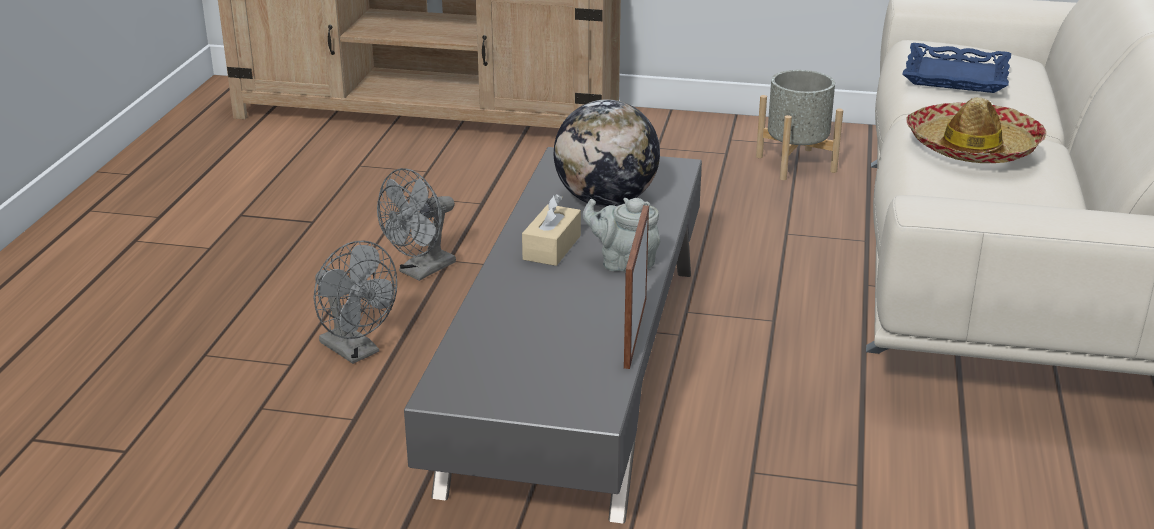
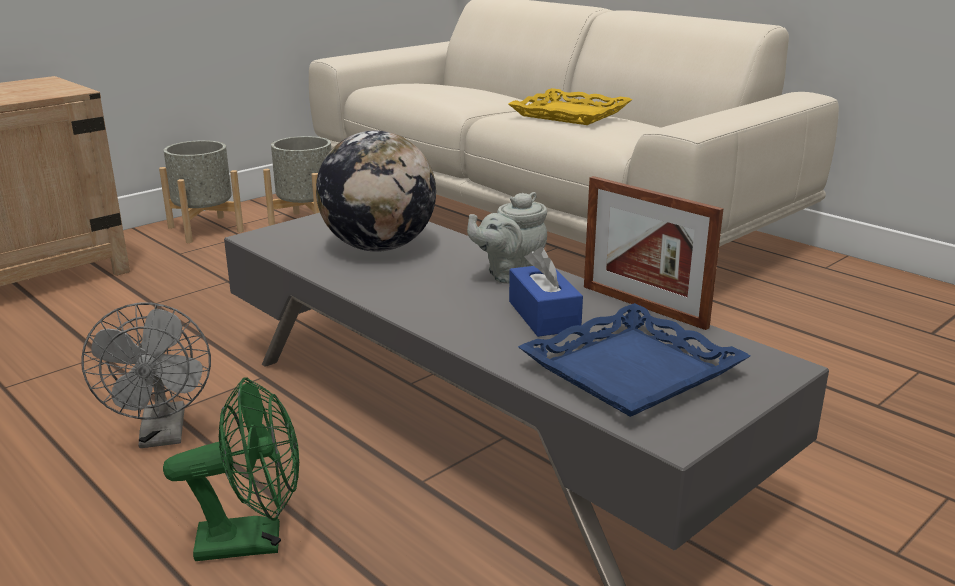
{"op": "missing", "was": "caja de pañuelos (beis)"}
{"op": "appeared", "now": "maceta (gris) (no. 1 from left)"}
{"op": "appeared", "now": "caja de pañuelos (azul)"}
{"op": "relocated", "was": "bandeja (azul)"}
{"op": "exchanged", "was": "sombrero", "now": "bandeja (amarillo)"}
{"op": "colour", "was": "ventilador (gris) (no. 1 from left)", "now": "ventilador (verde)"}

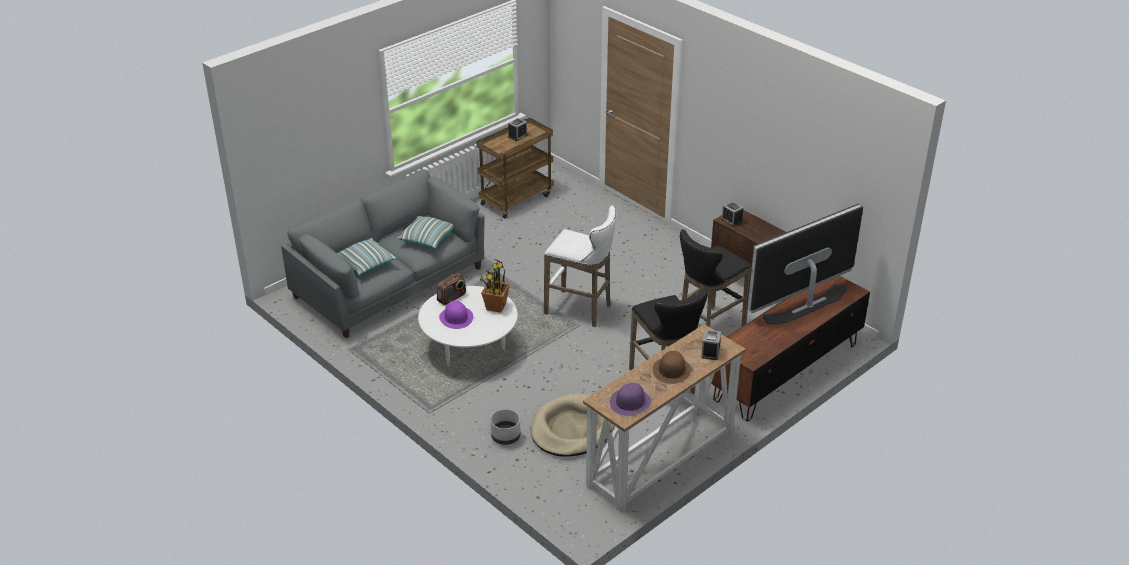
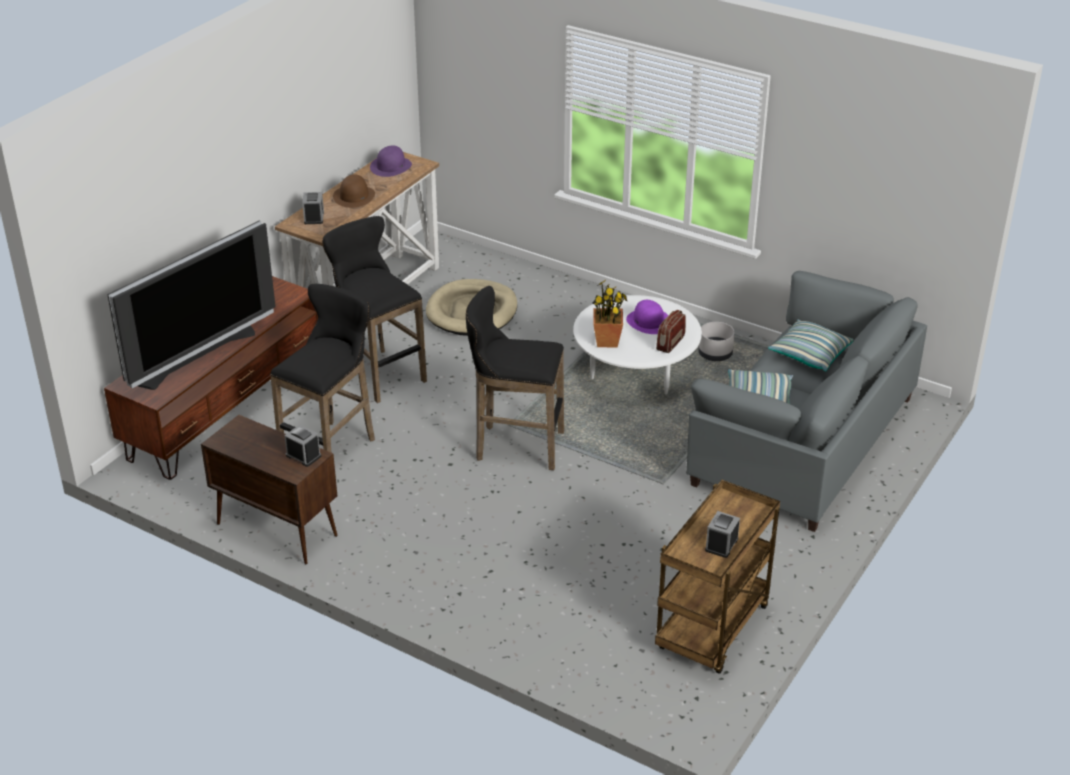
{"op": "relocated", "was": "maceta (gris)"}
{"op": "colour", "was": "taburete (blanco)", "now": "taburete (negro) (no. 3 from left)"}

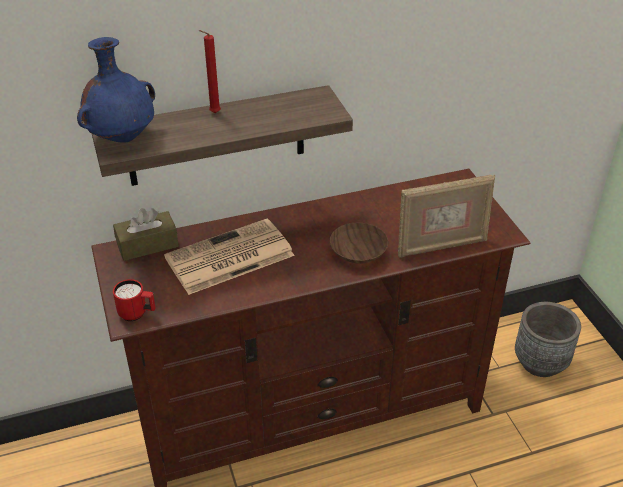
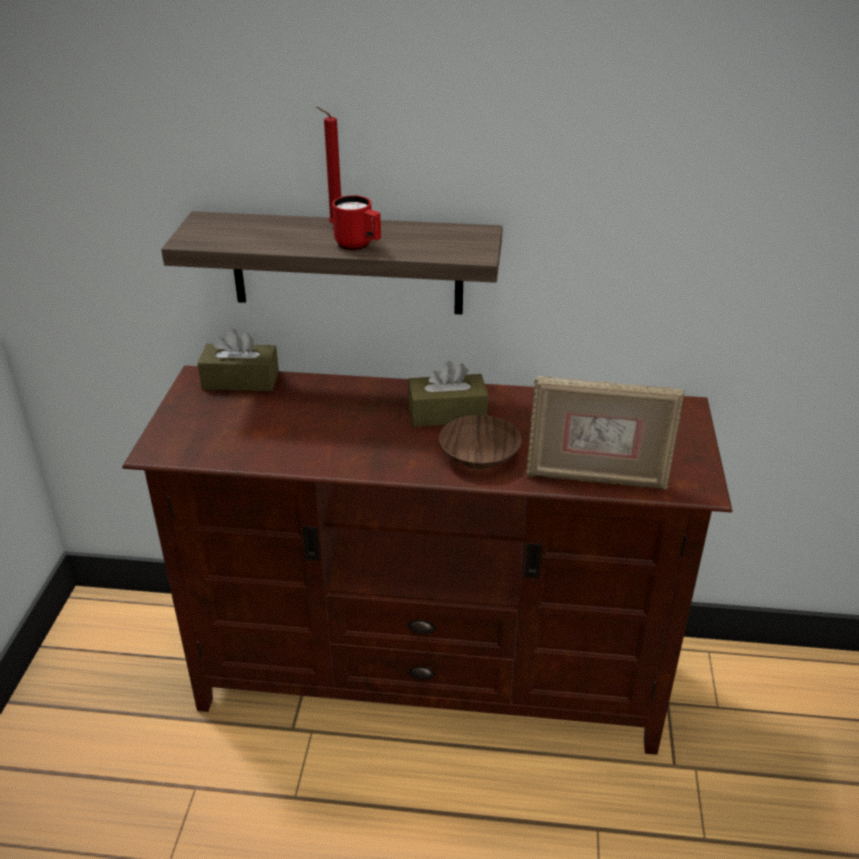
{"op": "missing", "was": "florero (azul)"}
{"op": "missing", "was": "periódico"}
{"op": "missing", "was": "maceta (gris)"}
{"op": "appeared", "now": "caja de pañuelos (marrón) (no. 2 from left)"}
{"op": "relocated", "was": "taza grande (rojo)"}

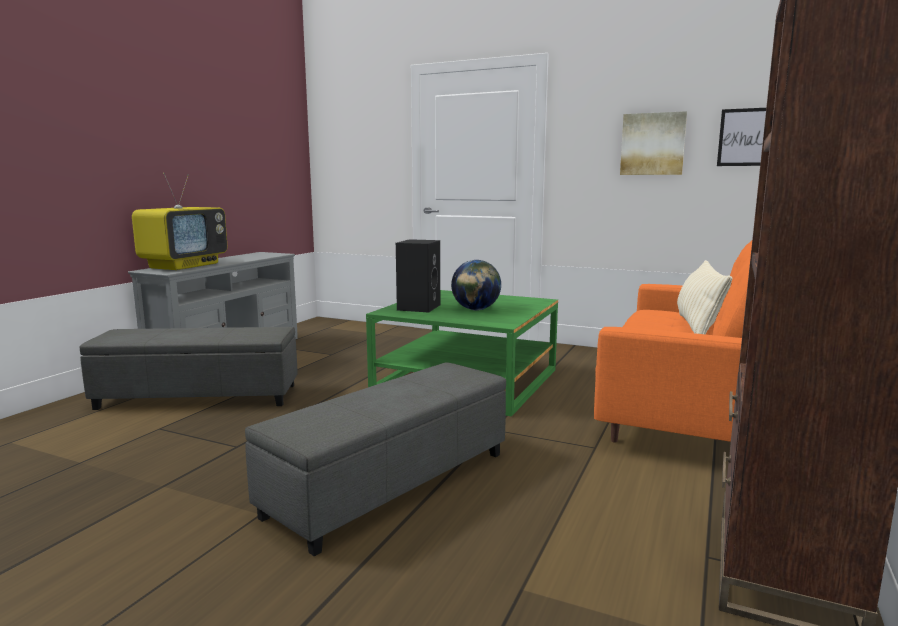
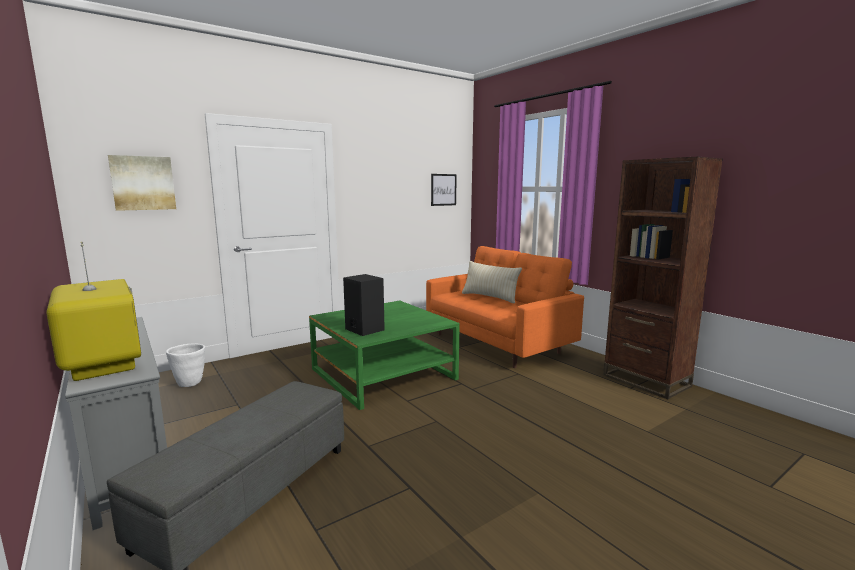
{"op": "missing", "was": "puf (gris) (no. 2 from left)"}
{"op": "missing", "was": "globo terráqueo"}
{"op": "appeared", "now": "maceta (blanco)"}
{"op": "relocated", "was": "cuadro (no. 1 from left)"}

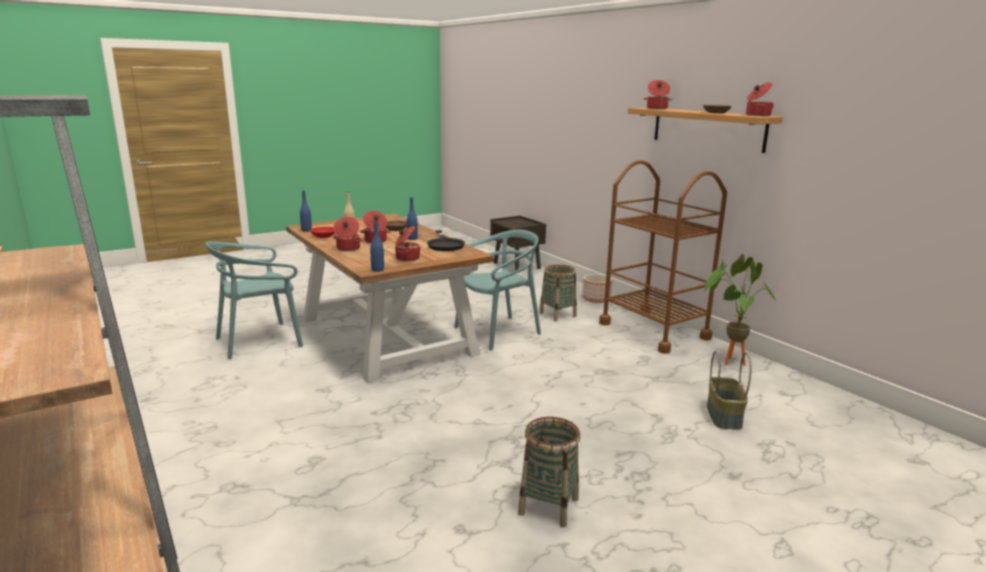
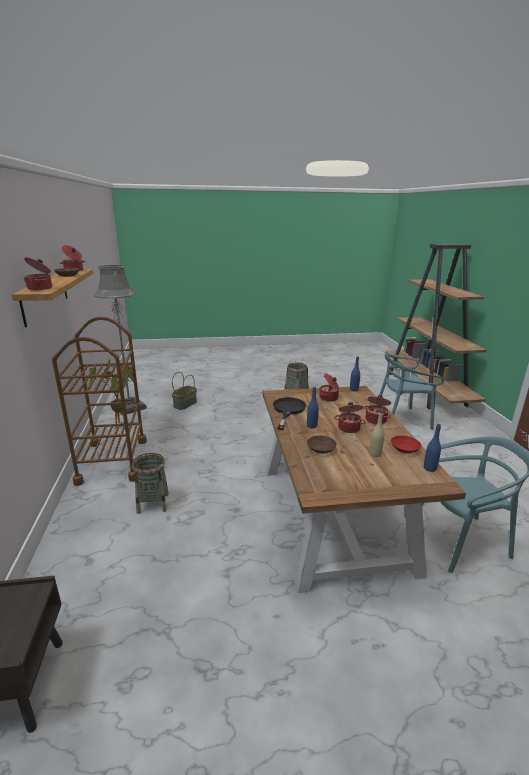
{"op": "missing", "was": "maceta"}
{"op": "appeared", "now": "lámpara de pie (gris)"}
{"op": "relocated", "was": "silla (turquesa) (no. 2 from left in the first image)", "now": "silla (turquesa) (no. 1 from left)"}

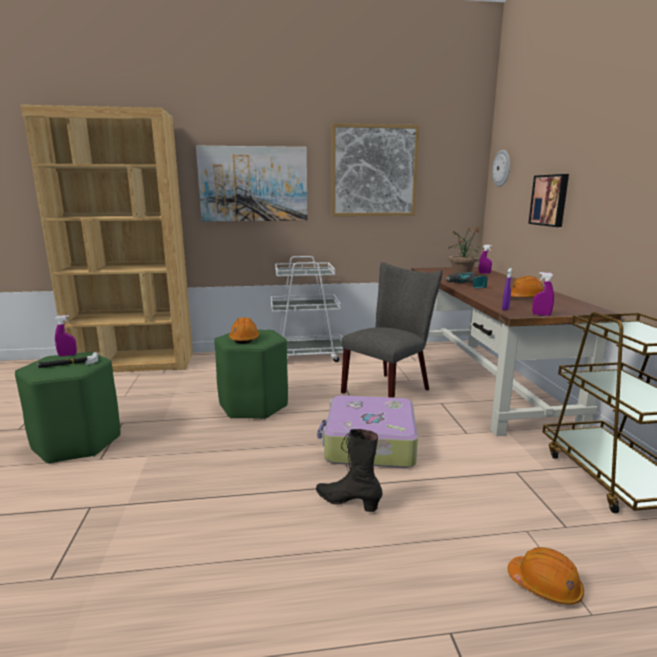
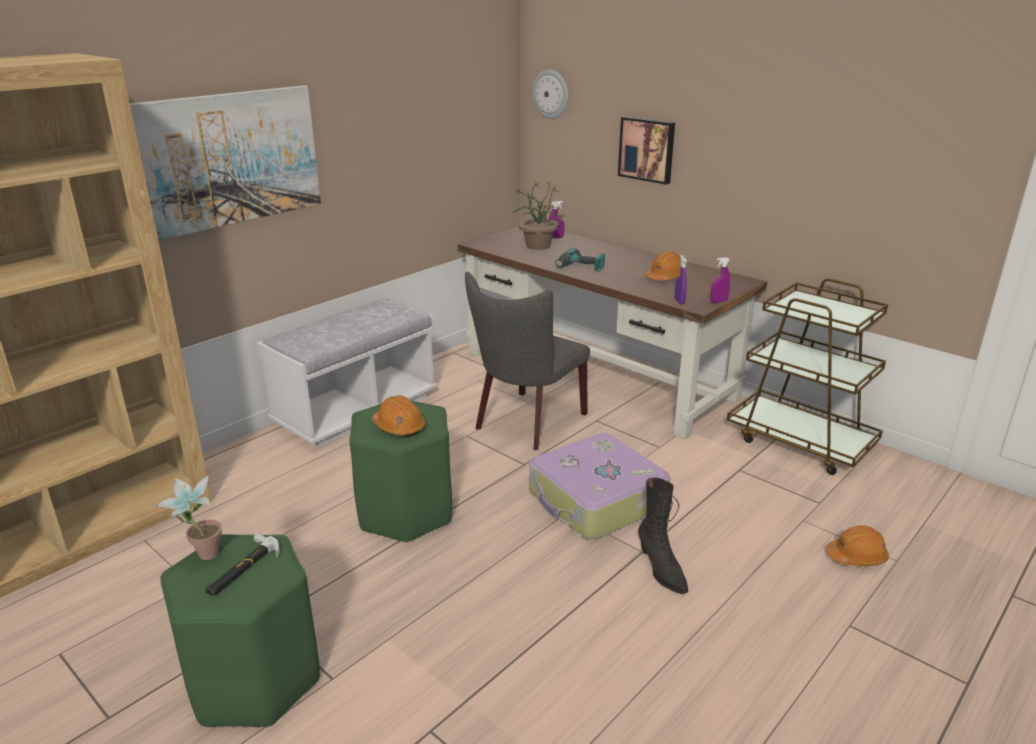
{"op": "missing", "was": "cuadro (no. 2 from left)"}
{"op": "exchanged", "was": "pulverizador (morado) (no. 1 from left)", "now": "planta en maceta (no. 1 from left)"}
{"op": "exchanged", "was": "carrito (blanco)", "now": "banco (blanco)"}
{"op": "spun", "was": "bota (negro)", "clockwise": -105}
{"op": "spun", "was": "silla (gris)", "clockwise": -150}

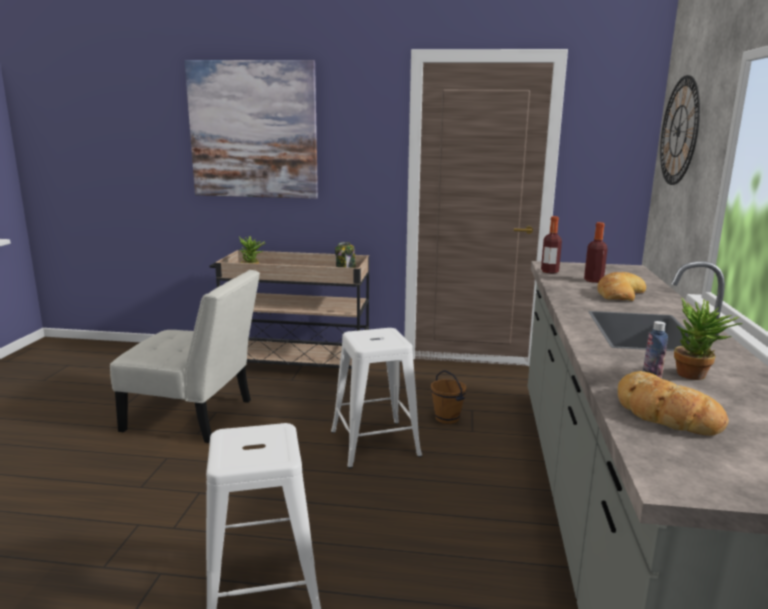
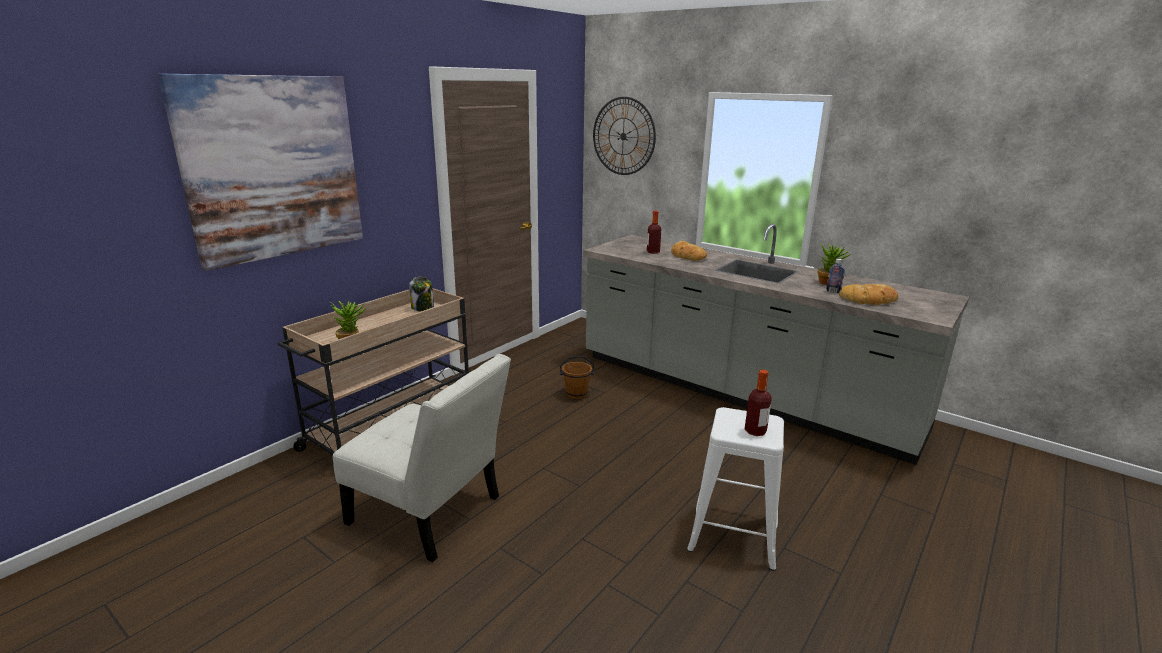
{"op": "missing", "was": "taburete (blanco) (no. 2 from left)"}
{"op": "relocated", "was": "botella (no. 1 from left in the first image)", "now": "botella (no. 2 from left)"}
{"op": "spun", "was": "silla (blanco)", "clockwise": 75}

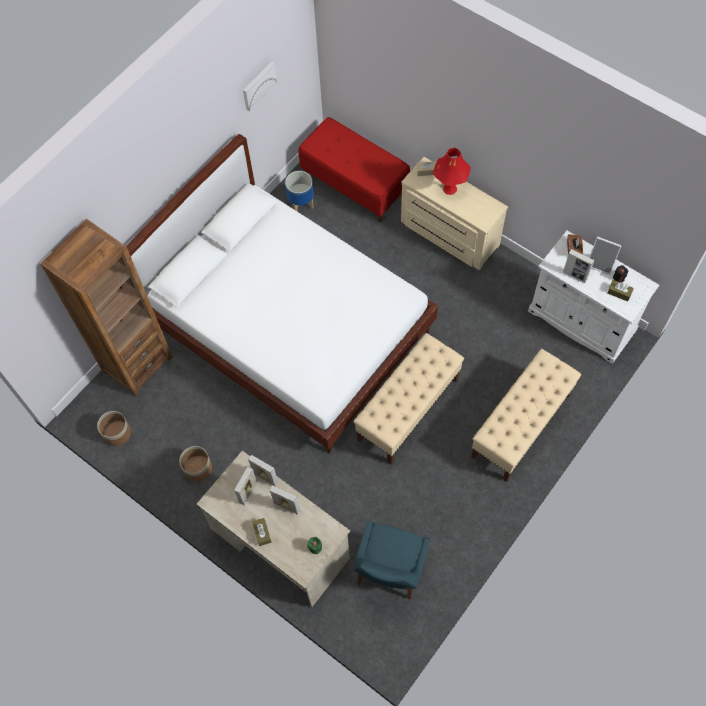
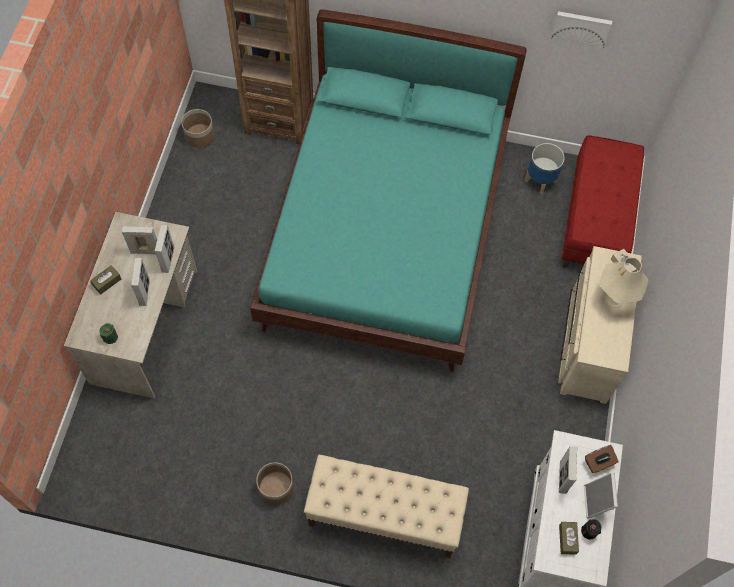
{"op": "missing", "was": "banco (beis) (no. 1 from left)"}
{"op": "missing", "was": "silla (azul)"}
{"op": "relocated", "was": "maceta (no. 2 from left)"}
{"op": "colour", "was": "cama (blanco)", "now": "cama (turquesa)"}
{"op": "colour", "was": "lámpara de mesa (rojo)", "now": "lámpara de mesa (beis)"}

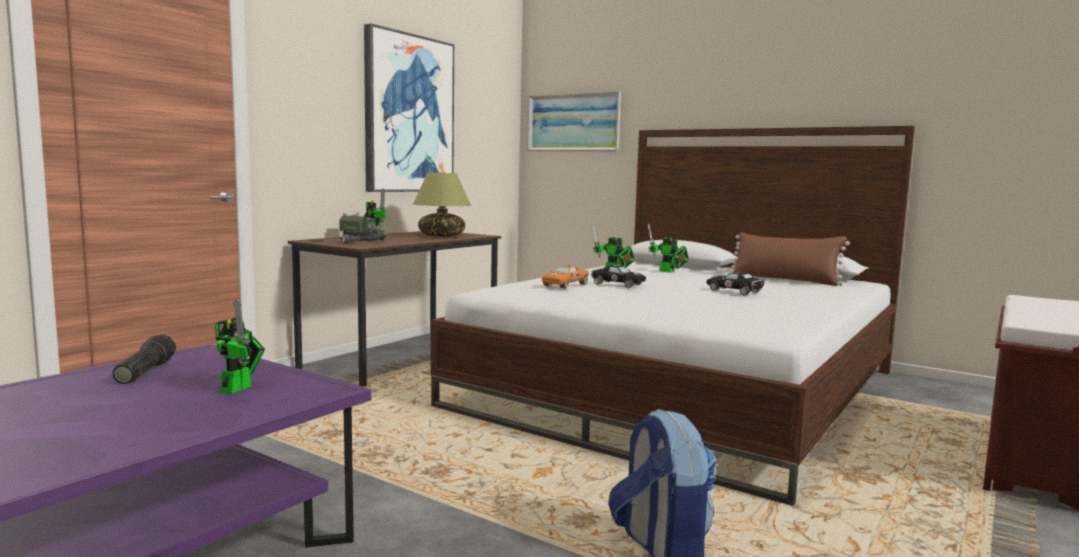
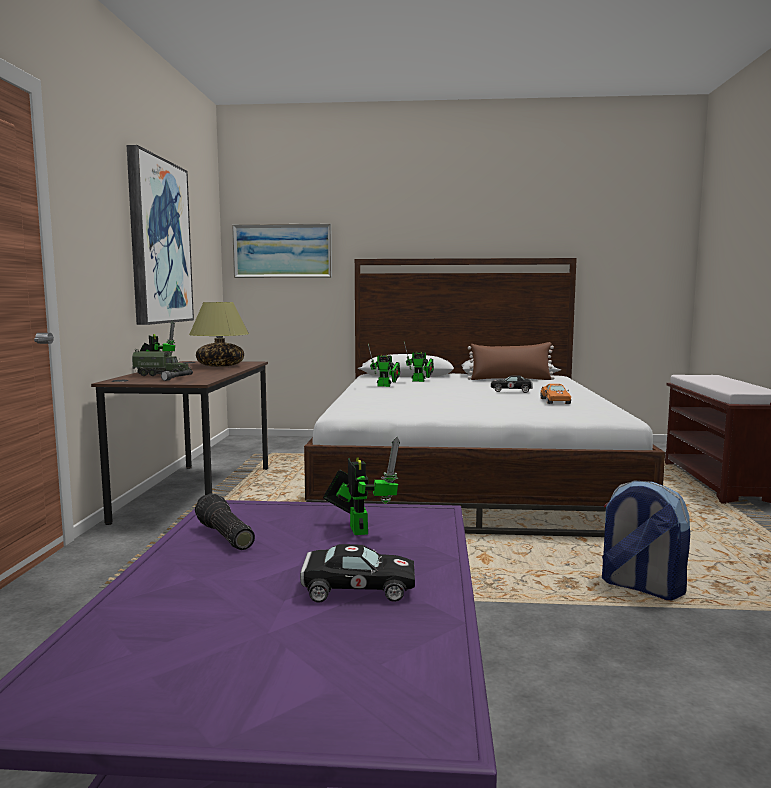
{"op": "relocated", "was": "coche de juguete (naranja)"}
{"op": "relocated", "was": "coche de juguete (negro) (no. 1 from left)"}

